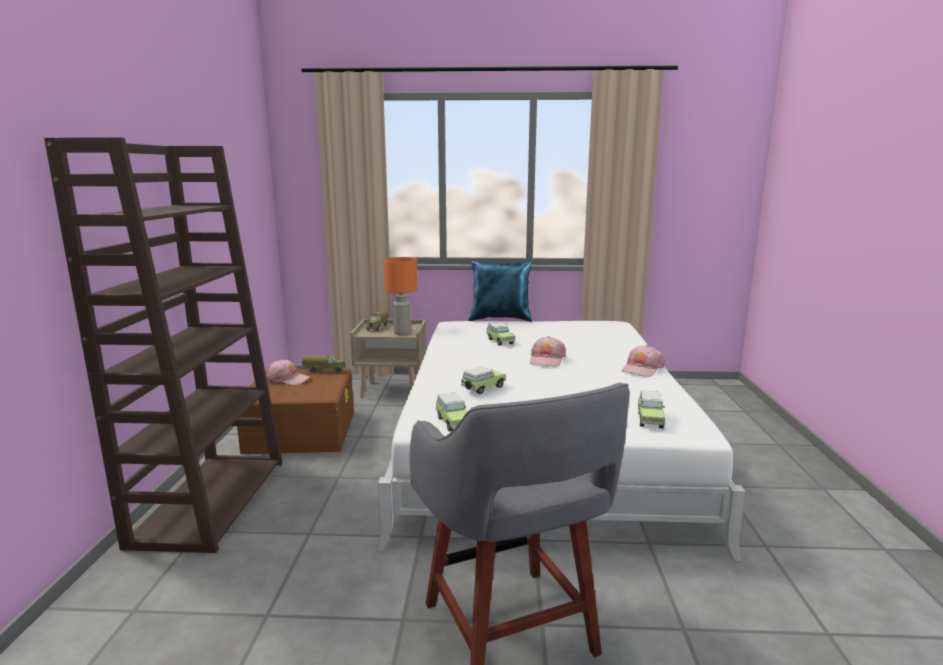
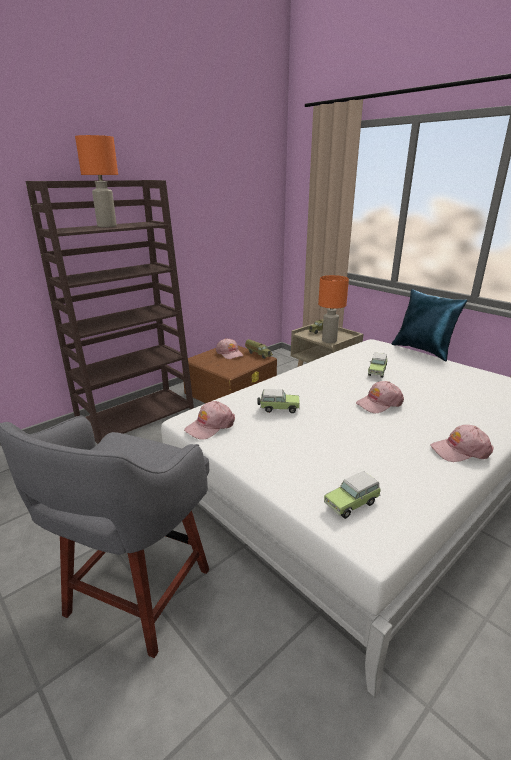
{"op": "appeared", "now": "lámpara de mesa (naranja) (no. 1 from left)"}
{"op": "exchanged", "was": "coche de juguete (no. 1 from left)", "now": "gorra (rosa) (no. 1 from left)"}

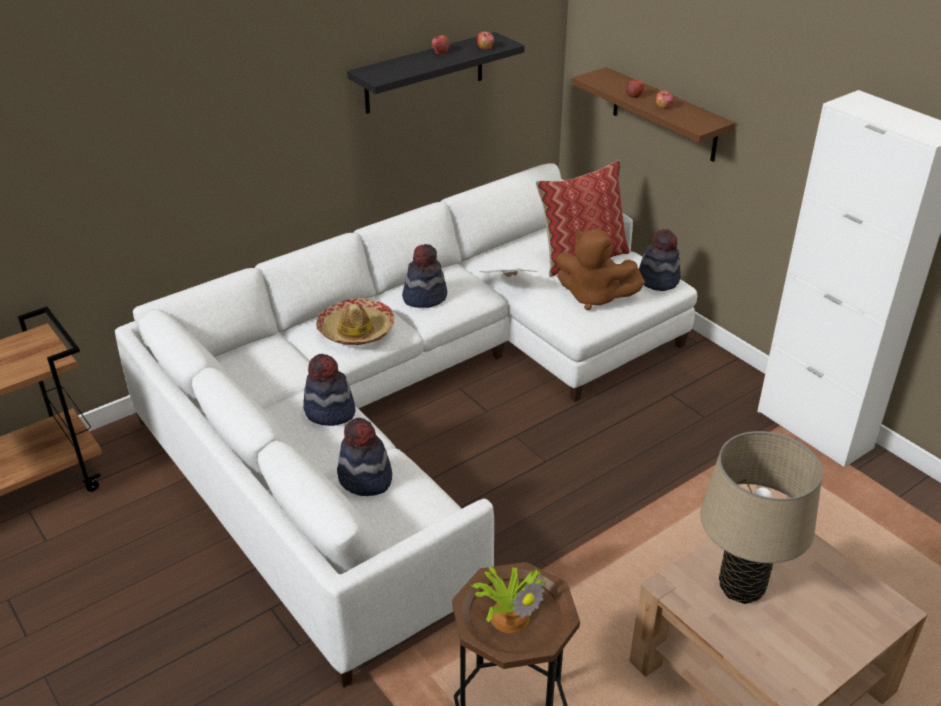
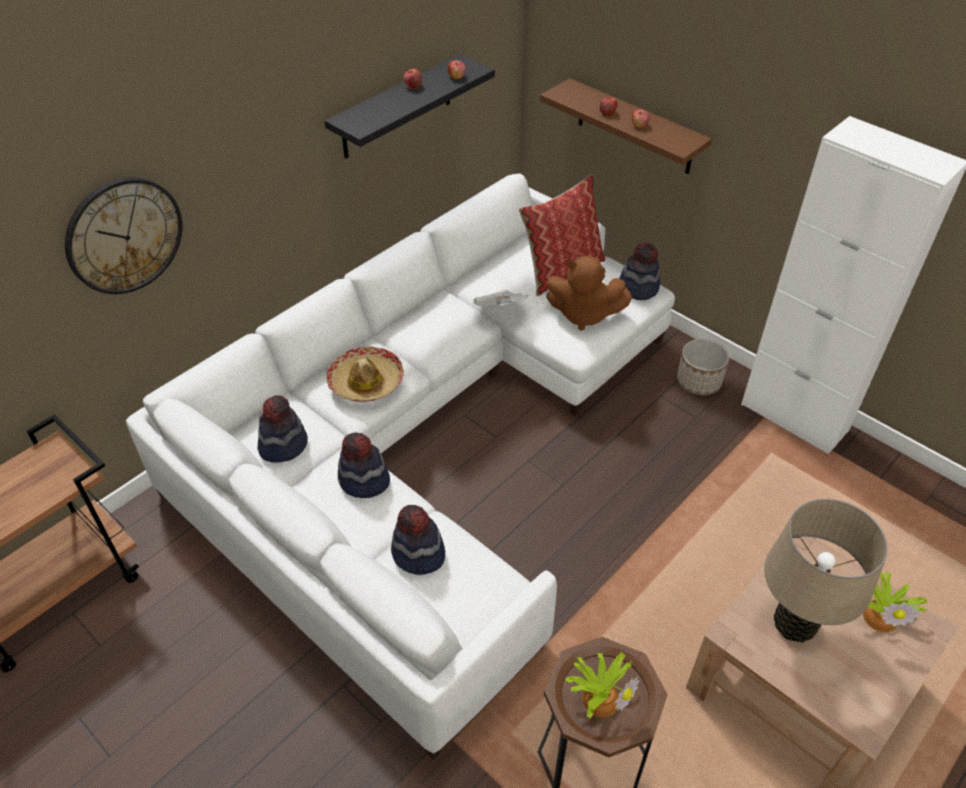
{"op": "appeared", "now": "reloj de pared"}
{"op": "appeared", "now": "maceta"}
{"op": "appeared", "now": "planta en maceta (no. 2 from left)"}
{"op": "relocated", "was": "sombrero (no. 4 from left in the first image)", "now": "sombrero (no. 1 from left)"}

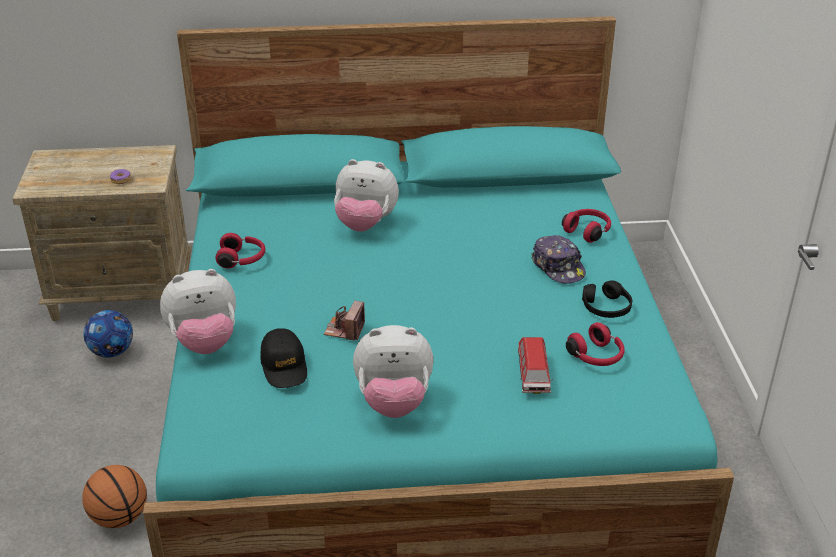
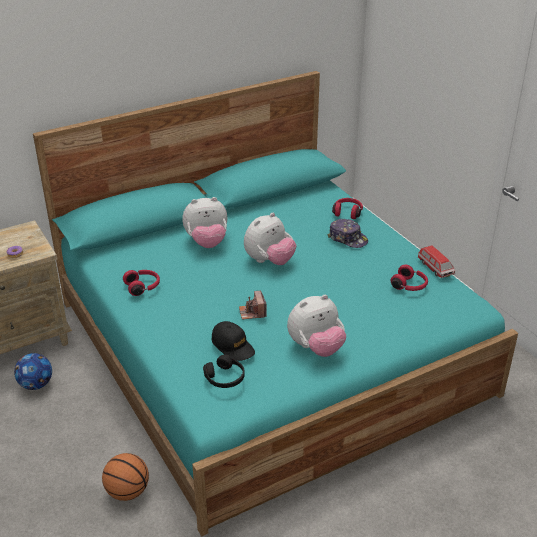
{"op": "relocated", "was": "peluche (no. 1 from left in the first image)", "now": "peluche (no. 2 from left)"}
{"op": "relocated", "was": "coche de juguete"}
{"op": "relocated", "was": "auriculares (negro)"}

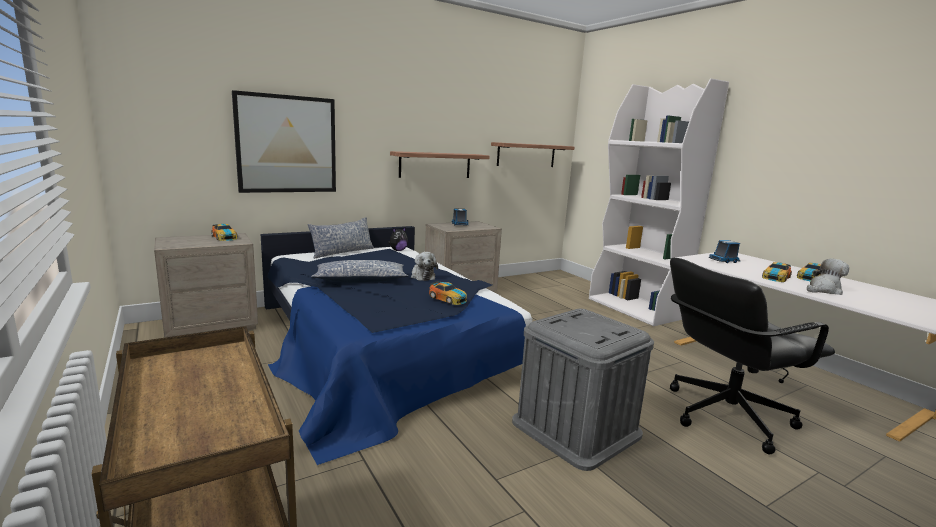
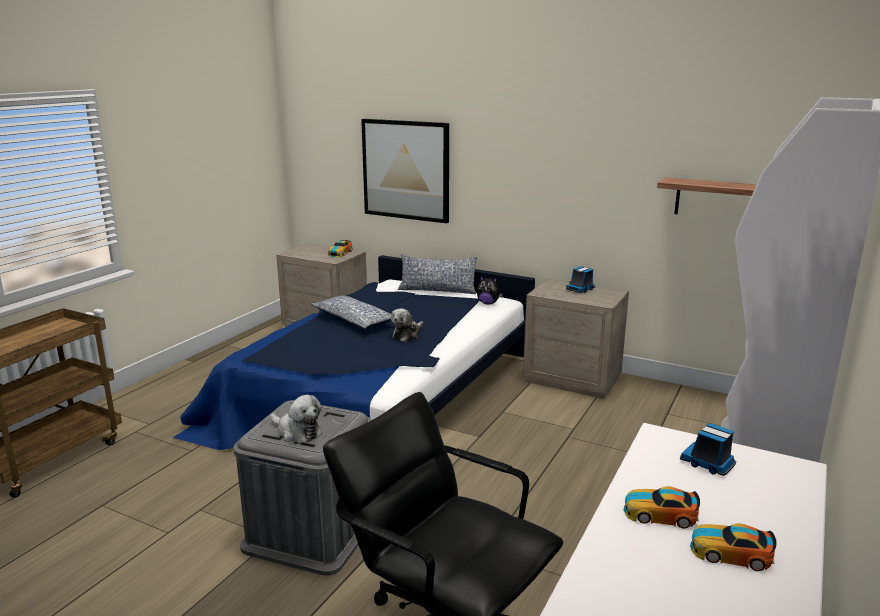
{"op": "missing", "was": "estante (no. 1 from left)"}
{"op": "missing", "was": "coche de juguete (no. 2 from left)"}
{"op": "relocated", "was": "peluche (no. 3 from left in the first image)", "now": "peluche (no. 1 from left)"}

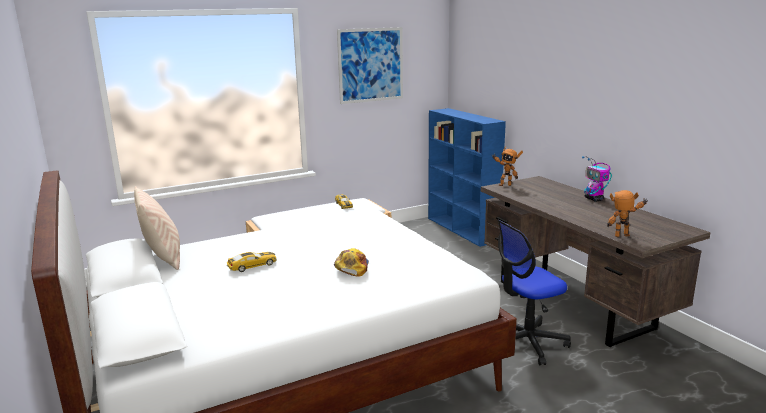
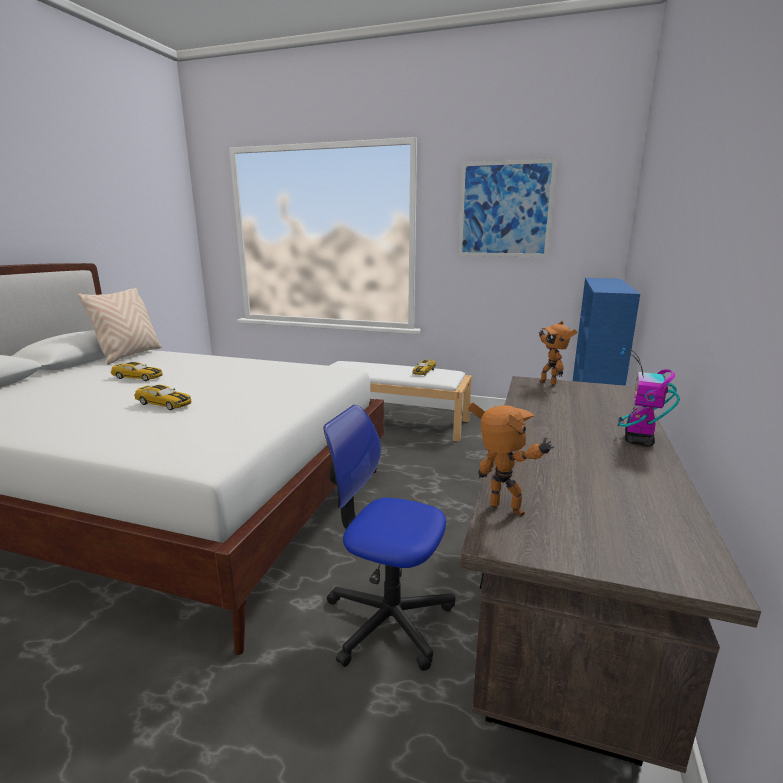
{"op": "exchanged", "was": "gorra", "now": "coche de juguete (no. 2 from left)"}

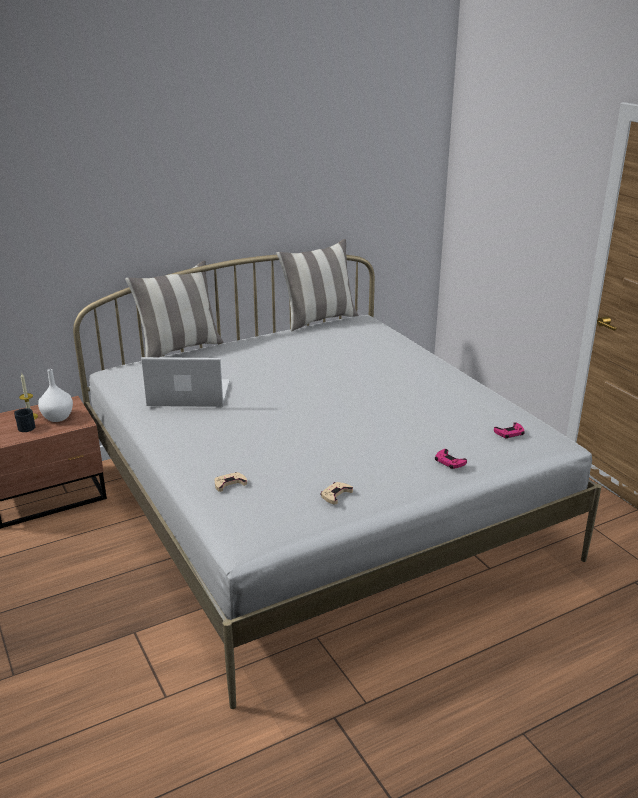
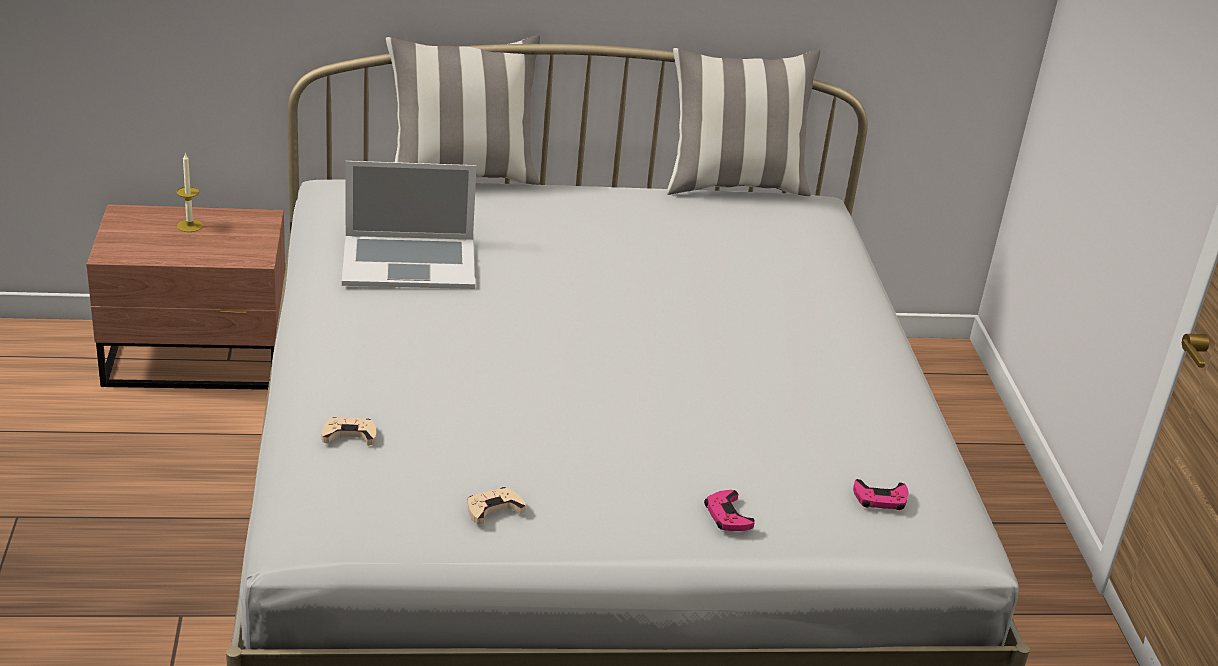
{"op": "missing", "was": "taza grande (negro)"}
{"op": "missing", "was": "florero (blanco)"}
{"op": "spun", "was": "portátil", "clockwise": 150}

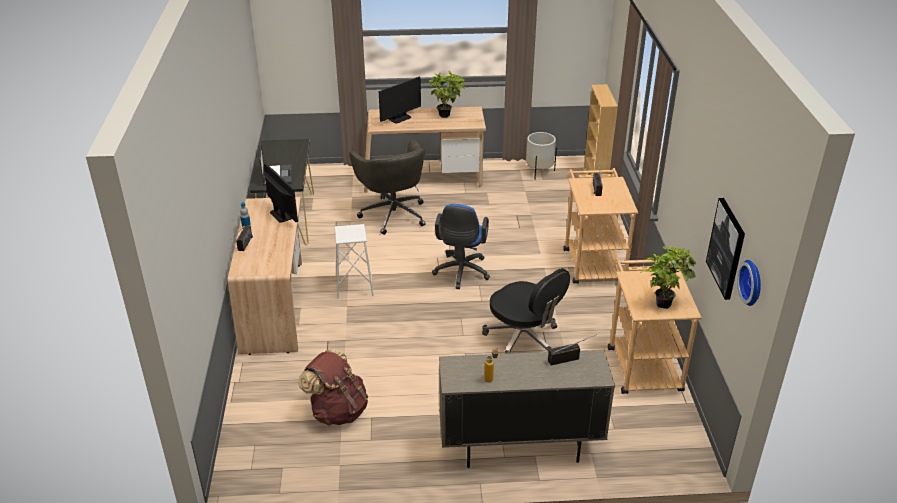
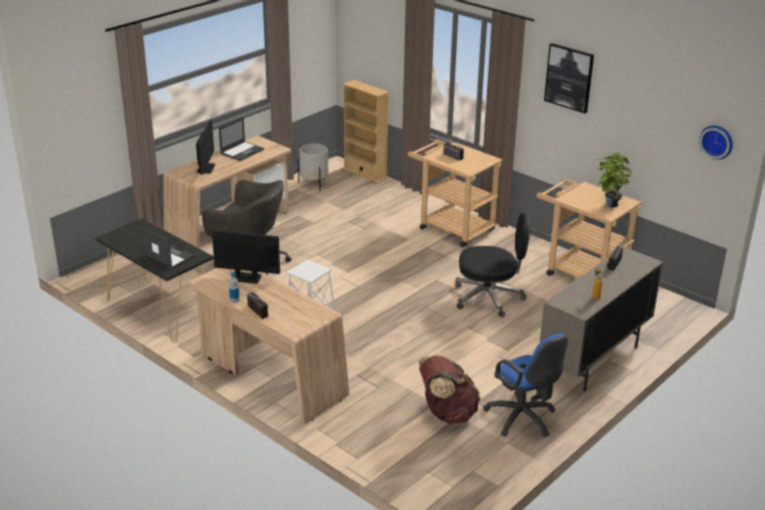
{"op": "relocated", "was": "silla de oficina (azul)"}
{"op": "relocated", "was": "cuadro"}
{"op": "exchanged", "was": "planta en maceta (no. 1 from left)", "now": "portátil (no. 2 from left)"}

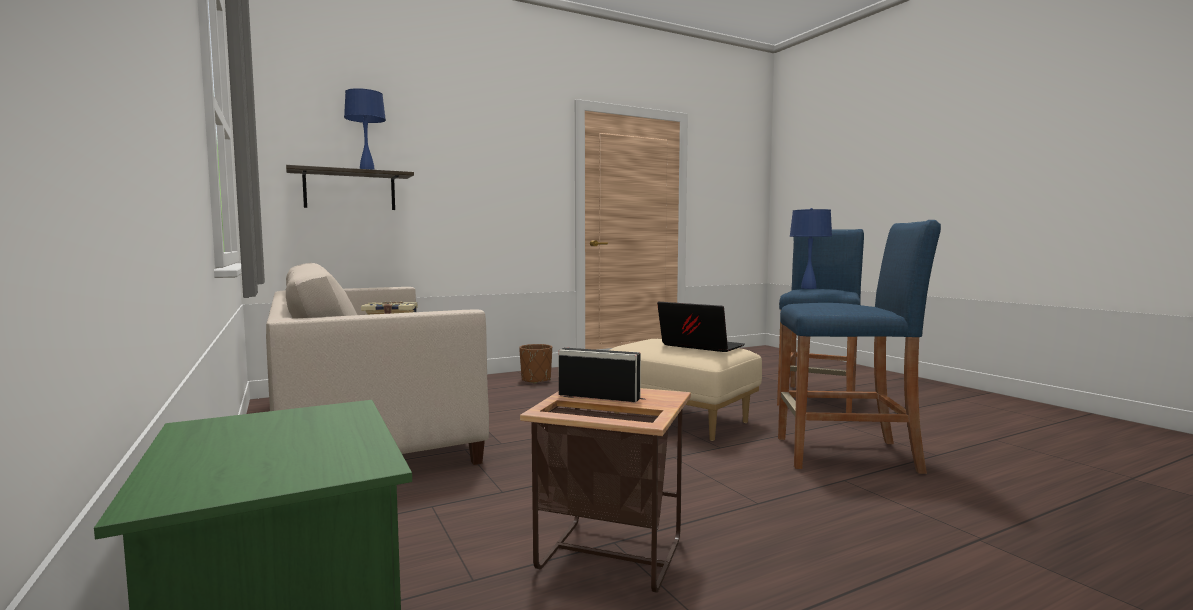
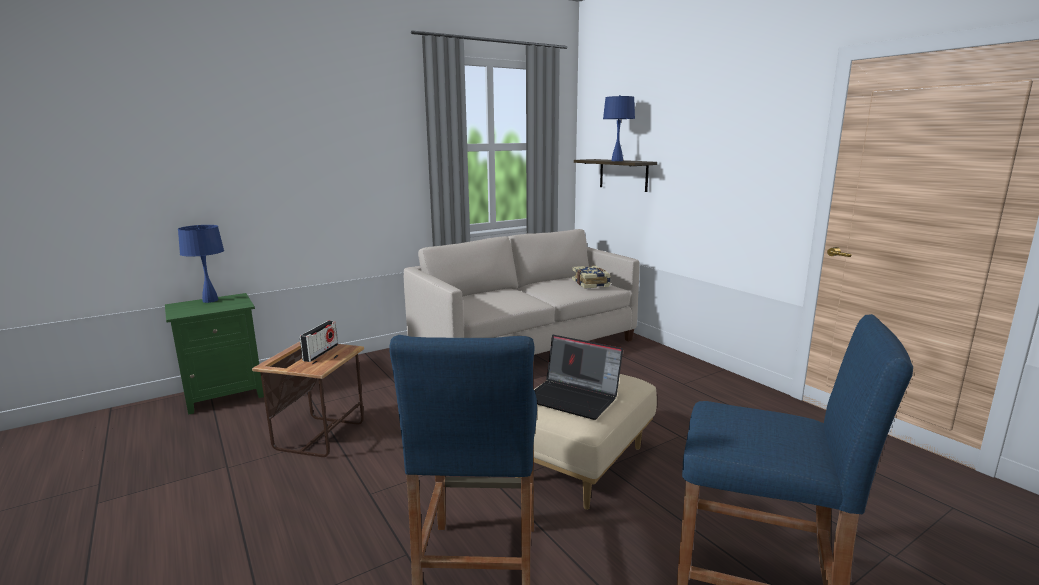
{"op": "missing", "was": "maceta (marrón)"}
{"op": "relocated", "was": "lámpara de mesa (azul) (no. 2 from left in the first image)", "now": "lámpara de mesa (azul) (no. 1 from left)"}
{"op": "spun", "was": "portátil", "clockwise": 90}

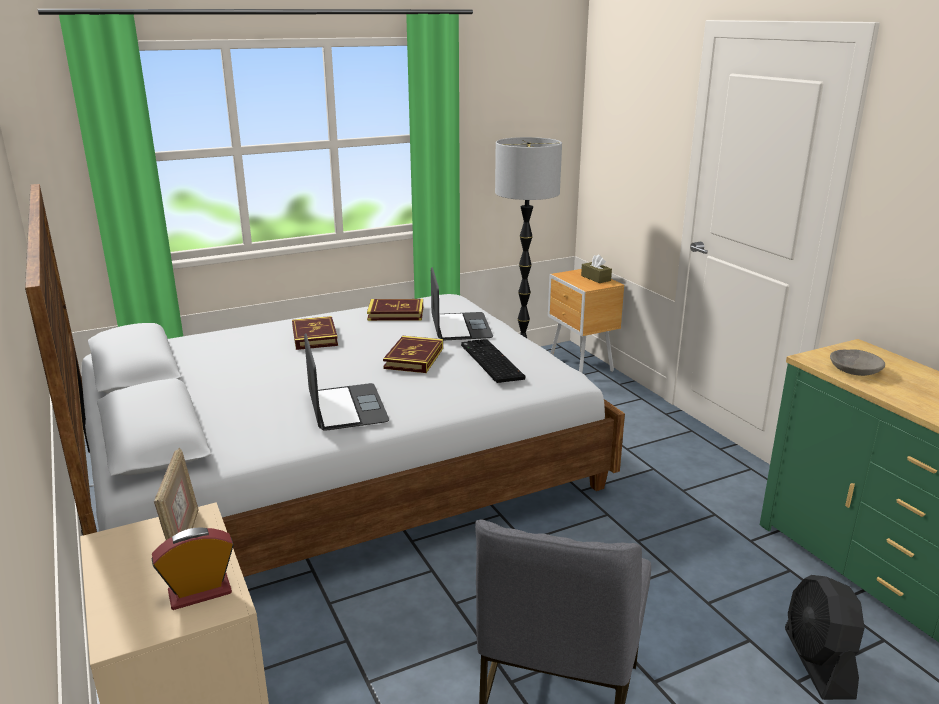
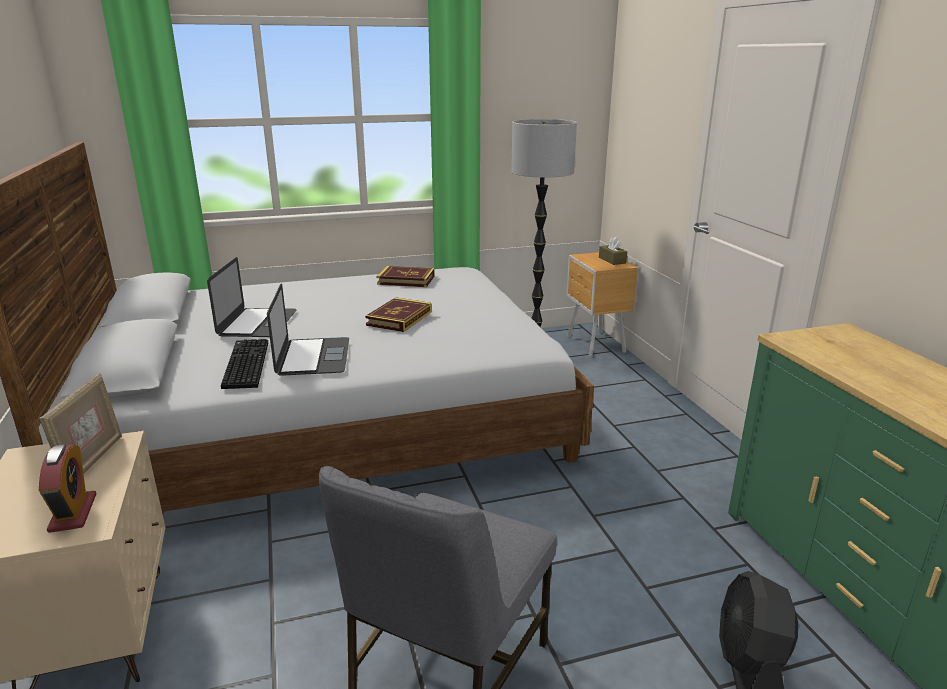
{"op": "missing", "was": "libro (no. 1 from left)"}
{"op": "missing", "was": "cuenco (gris)"}
{"op": "relocated", "was": "portátil (no. 2 from left in the first image)", "now": "portátil (no. 1 from left)"}
{"op": "relocated", "was": "teclado"}
{"op": "spun", "was": "despertador", "clockwise": 90}

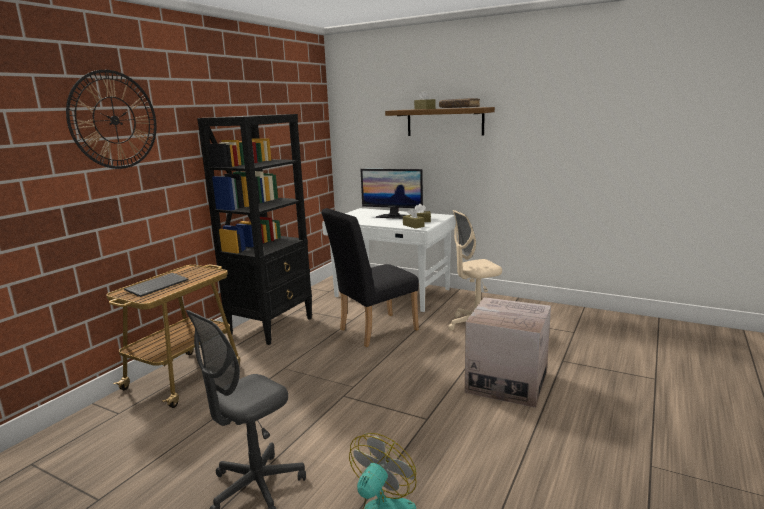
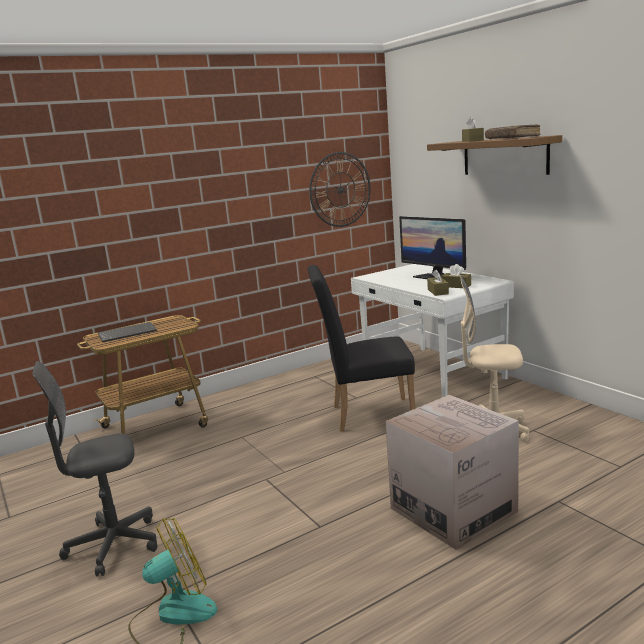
{"op": "missing", "was": "estantería (negro)"}
{"op": "relocated", "was": "reloj de pared"}

